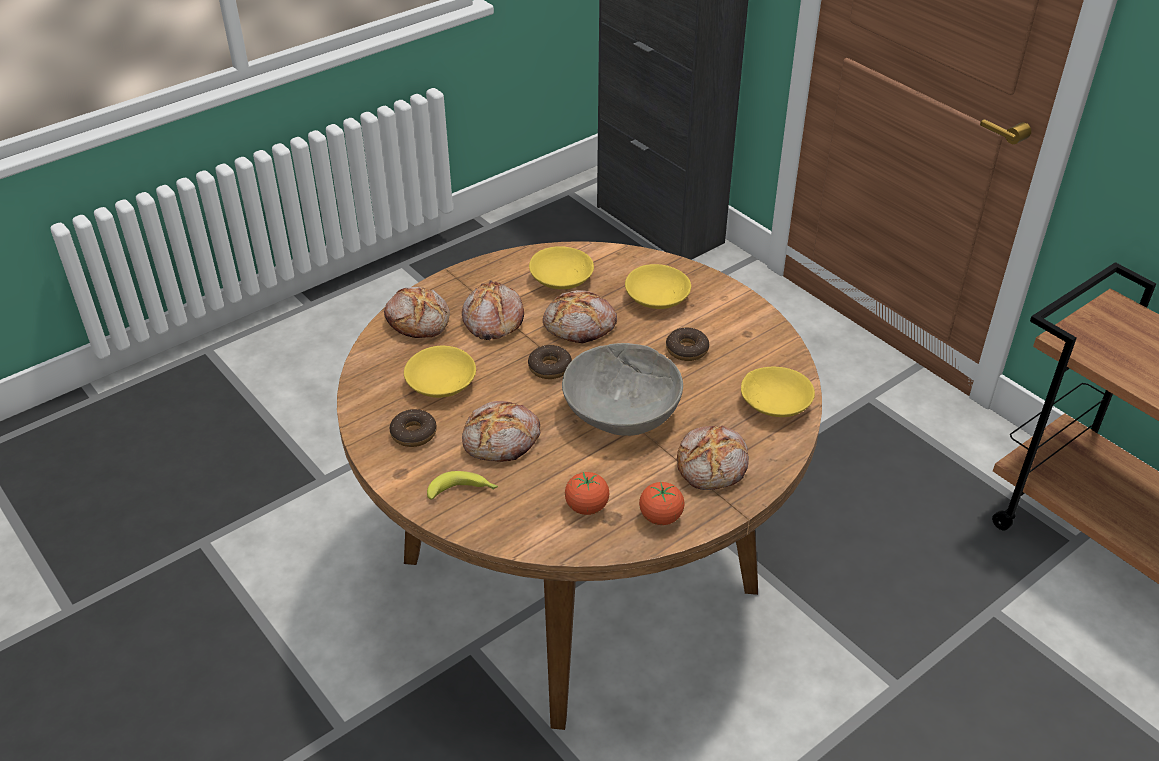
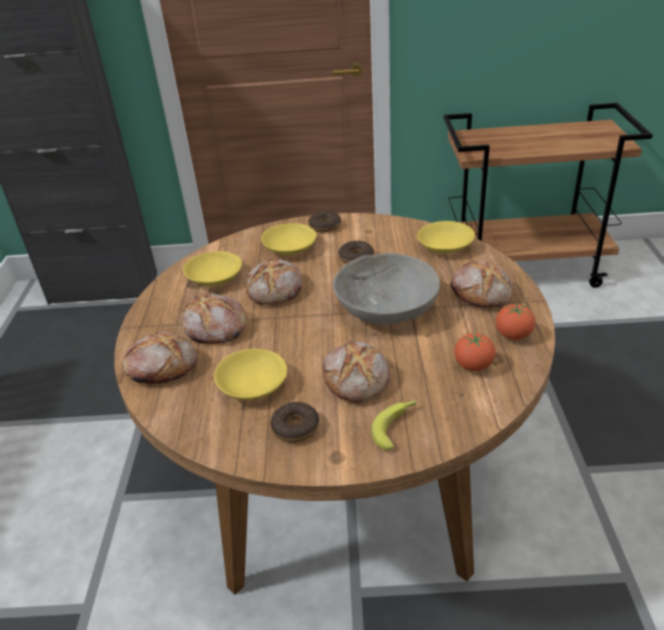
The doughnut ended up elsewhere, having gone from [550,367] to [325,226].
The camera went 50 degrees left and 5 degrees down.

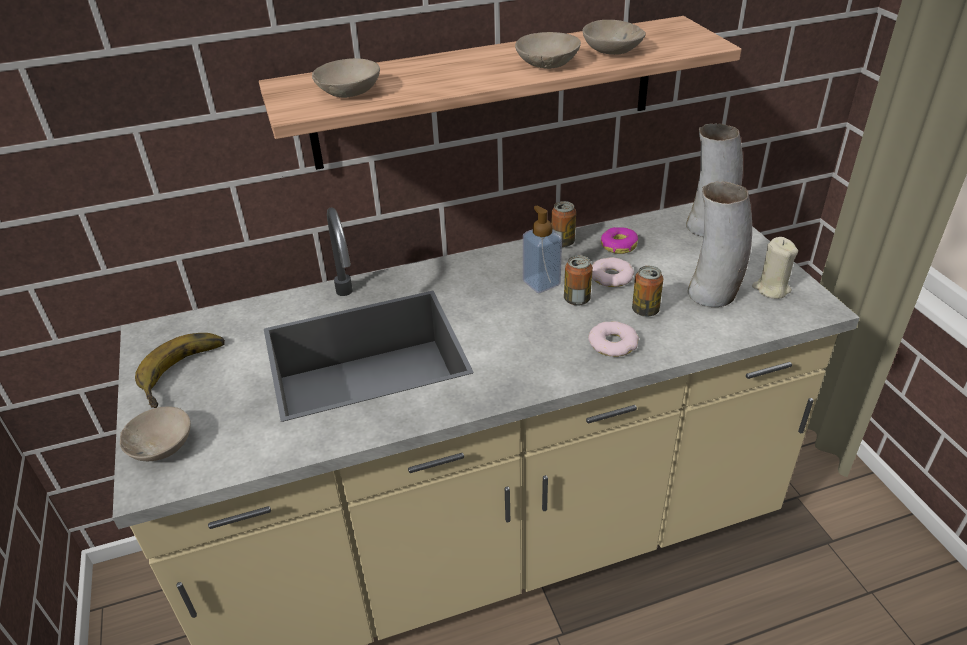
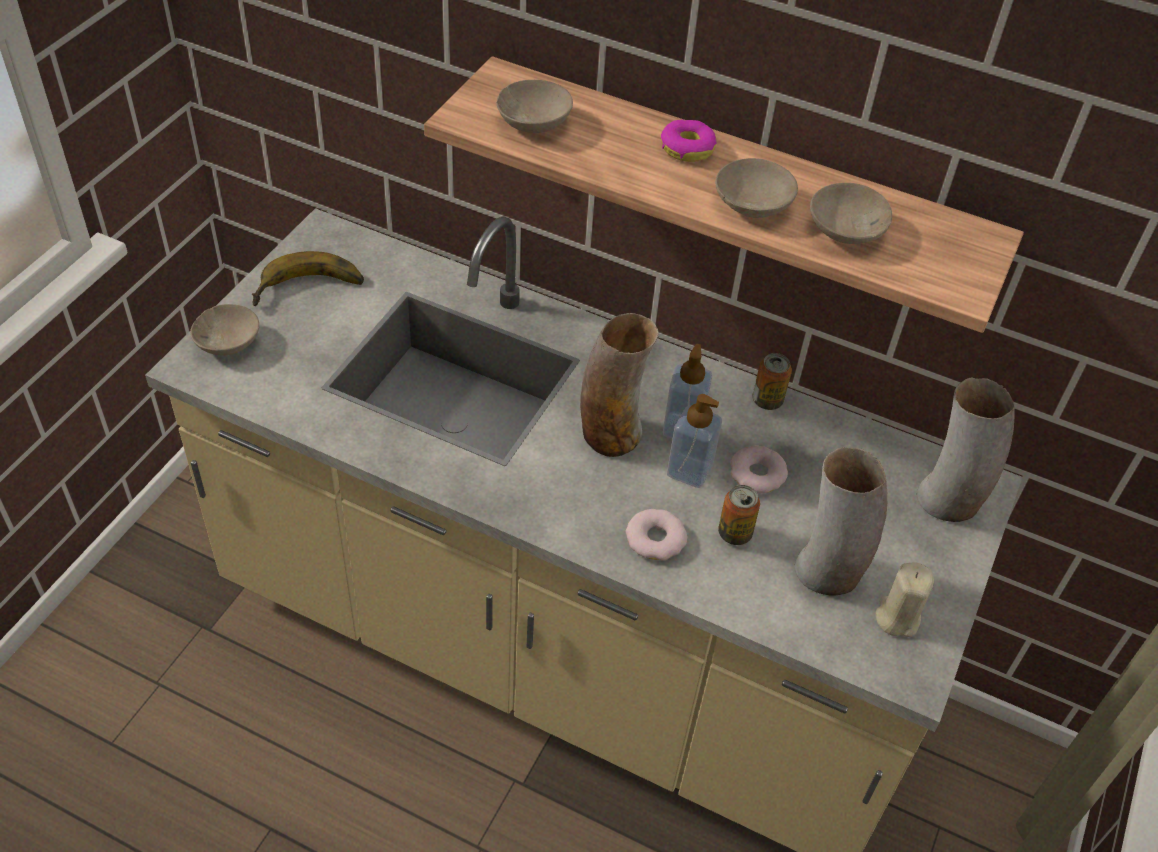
The second view gained the vase at [610,433].
The doughnut ended up elsewhere, having gone from [618,245] to [687,148].
Where the can stood at [577,299], the soap bottle came to stand at [689,470].
The camera went 40 degrees right and 10 degrees up.

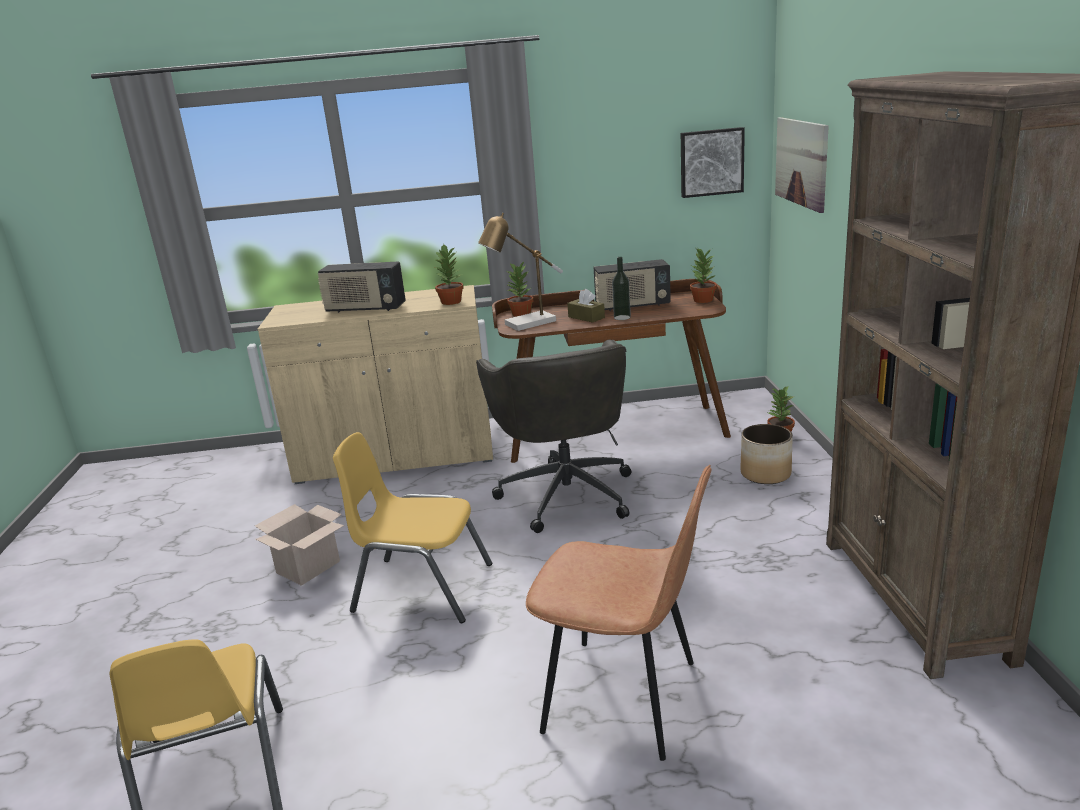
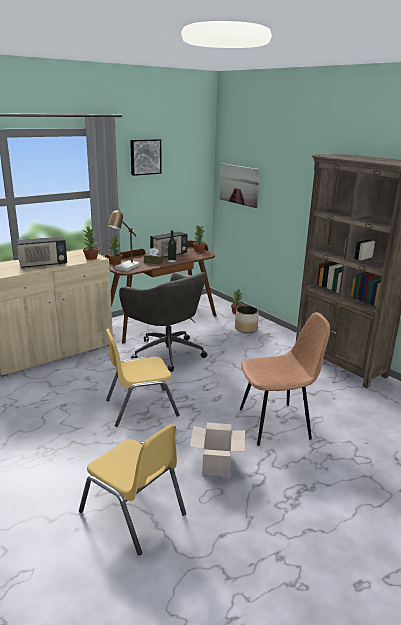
The wall art ended up elsewhere, having gone from [711,162] to [145,157].
The packing box ended up elsewhere, having gone from [307,568] to [217,465].
The camera went 35 degrees left and 0 degrees up.

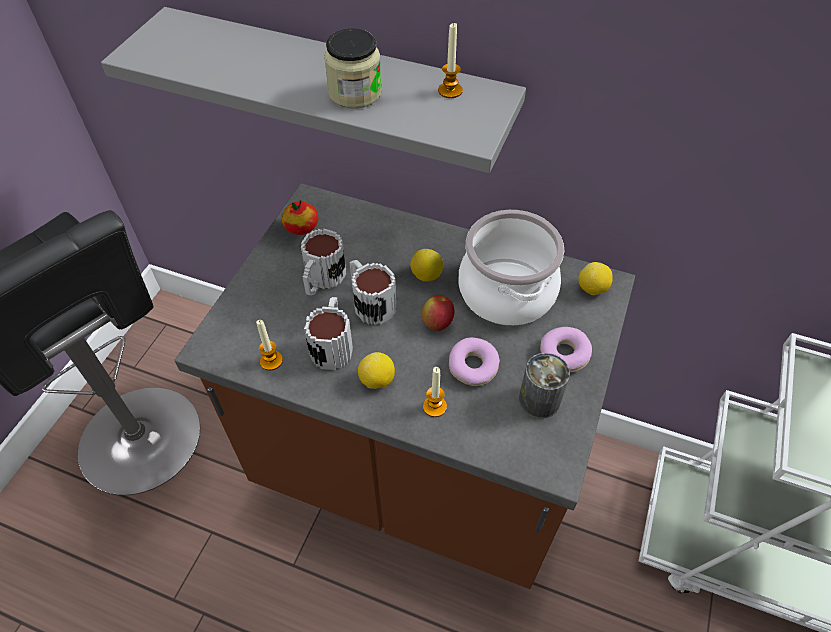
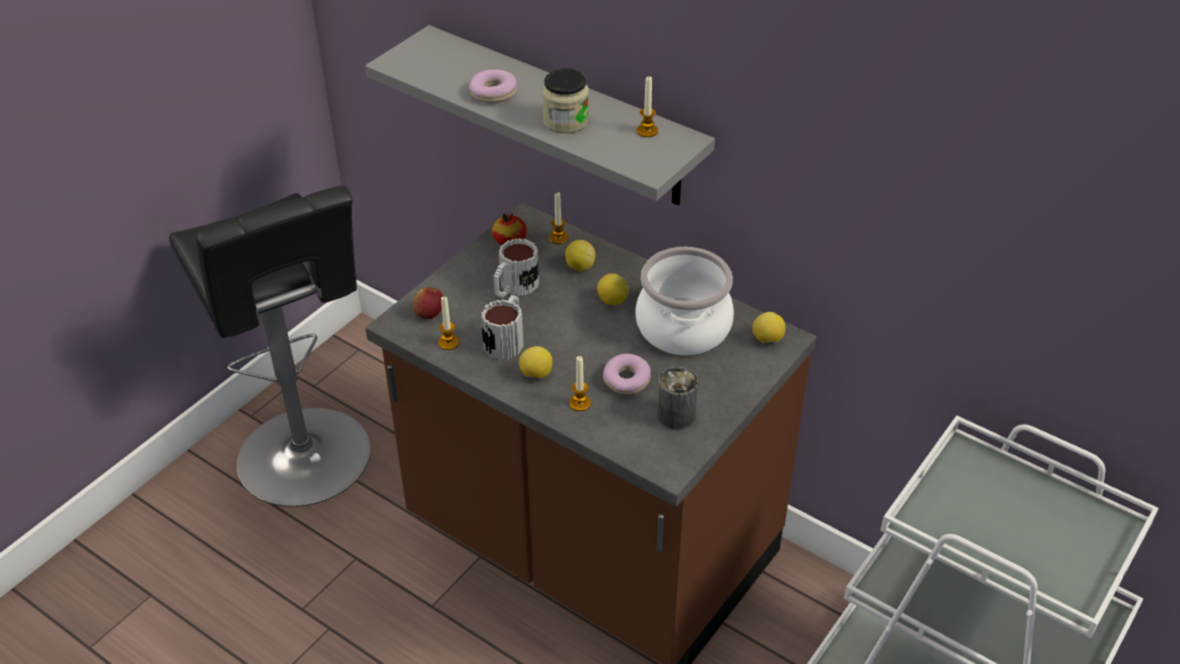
The apple fruit ended up elsewhere, having gone from [437,323] to [429,314].
The doughnut ended up elsewhere, having gone from [563,354] to [493,93].
The second view gained the candle at [558,238].
The second view gained the citrus fruit at [580,266].
The second view lost the coffee mug at [370,302].
The camera went 15 degrees right and 10 degrees down.

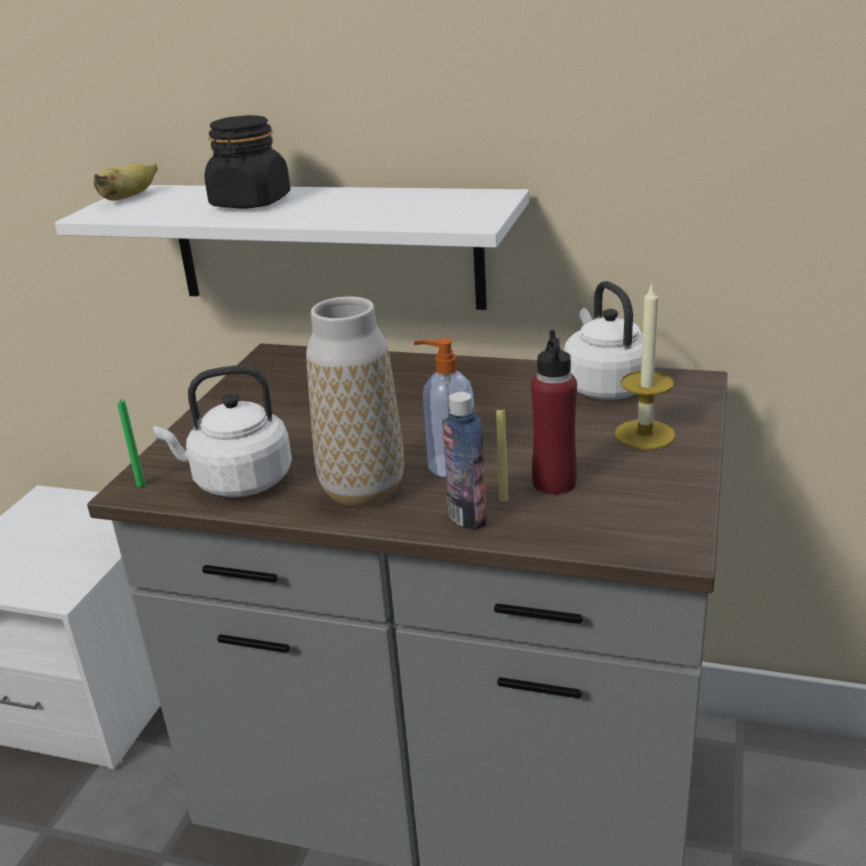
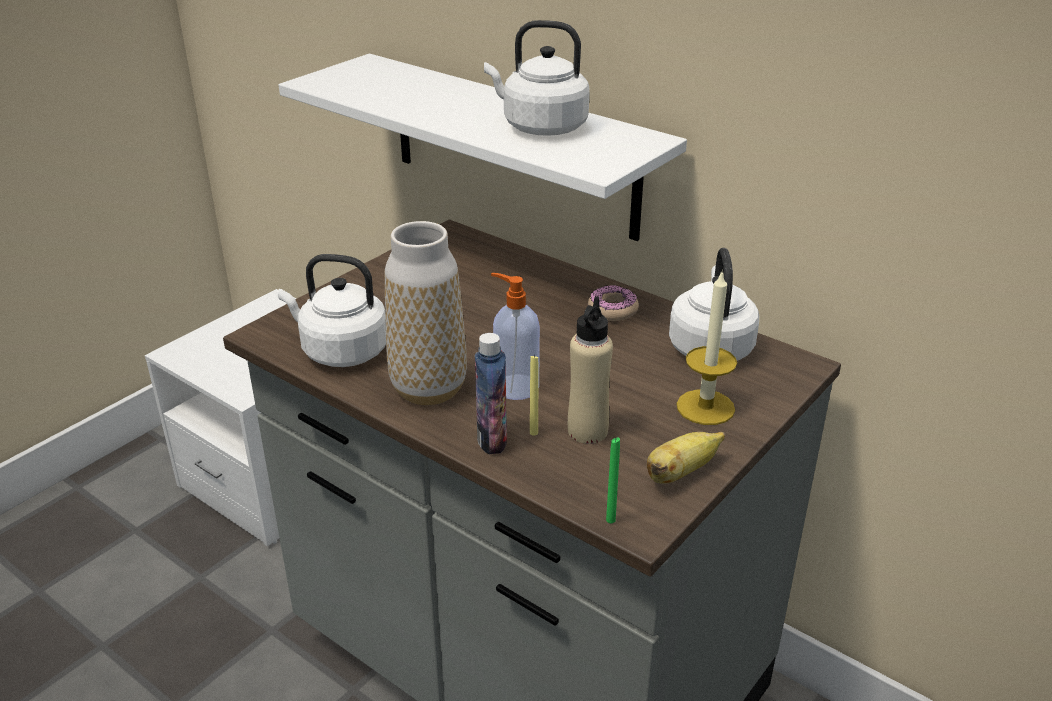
The second view gained the whitish water kettle at [540,127].
What was the reddish drink bottle at [554,483] turned into the beige-coloured drink bottle at [587,431].
The second view gained the doughnut at [612,310].
The green candle ended up elsewhere, having gone from [141,484] to [610,520].
The whole banana ended up elsewhere, having gone from [128,198] to [681,473].
The second view lost the blackish preserve jar at [250,203].
The camera went 20 degrees right and 5 degrees up.

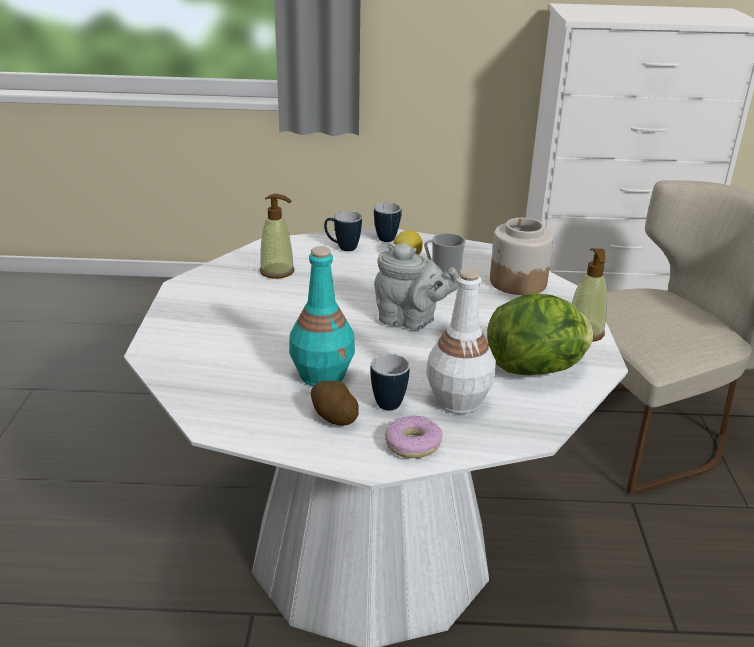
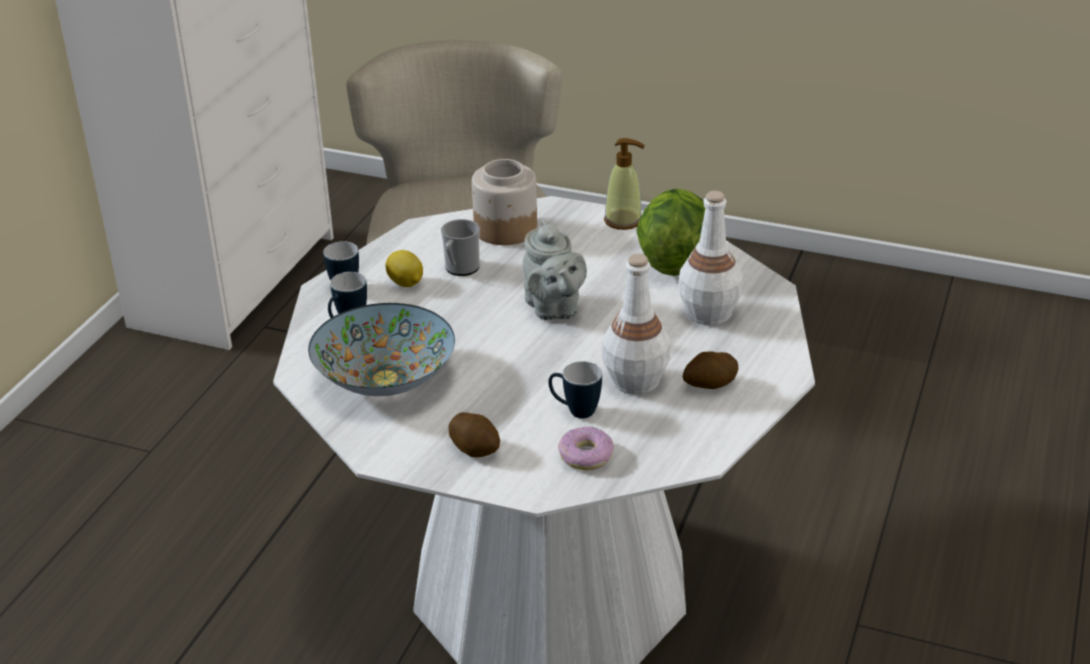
Where the soap bottle stood at [277,271], the serving bowl came to stand at [384,379].
The second view gained the spud at [475,448].
The grey pot for tea at [411,321] ended up facing another way, 120 degrees clockwise from before.
The coffee mug ended up elsewhere, having gone from [388,400] to [575,411].
The doughnut ended up elsewhere, having gone from [412,444] to [585,456].
What was the blue-green drink bottle at [323,374] turned into the whitish drink bottle at [634,380].
The camera went 70 degrees left and 5 degrees up.

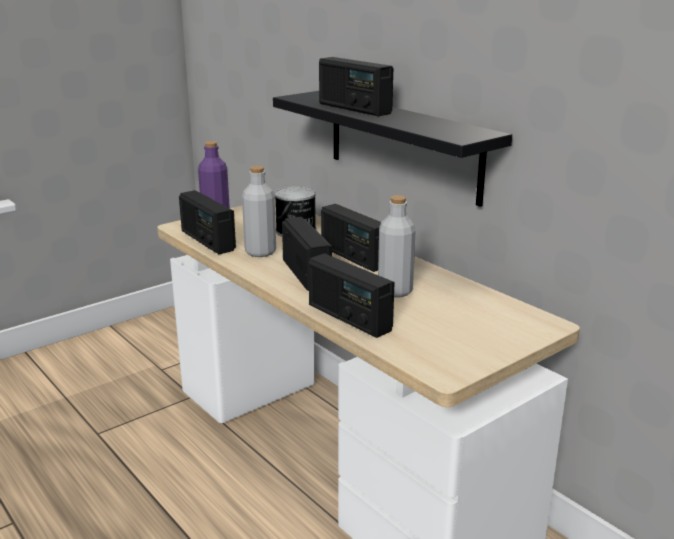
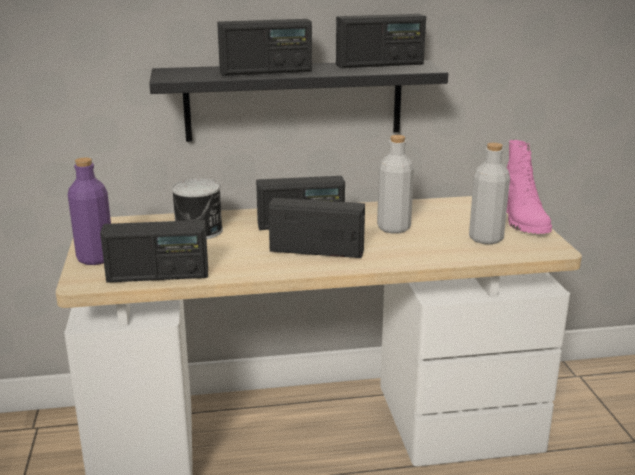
The radio set ended up elsewhere, having gone from [349,318] to [379,64].
The grey drink bottle ended up elsewhere, having gone from [260,252] to [485,238].
The second view gained the pink-coloured boot at [521,222].
The camera went 60 degrees left and 0 degrees up.

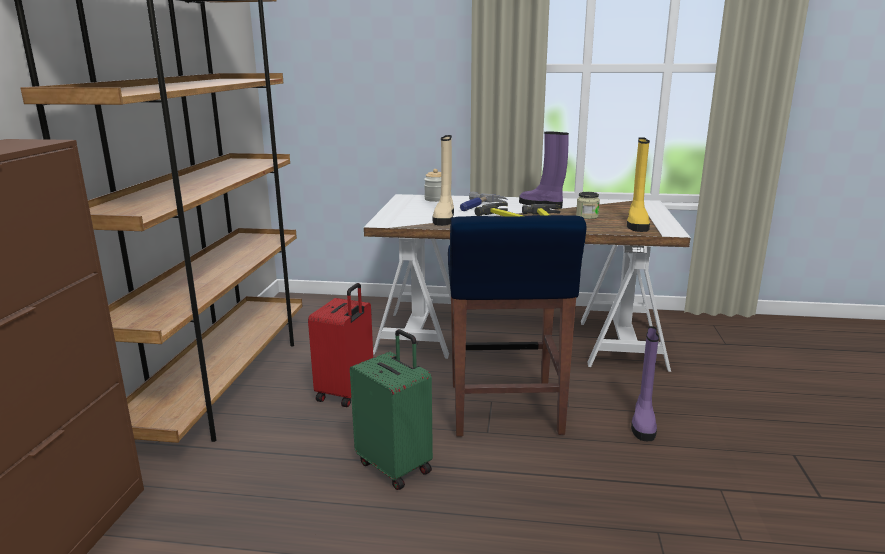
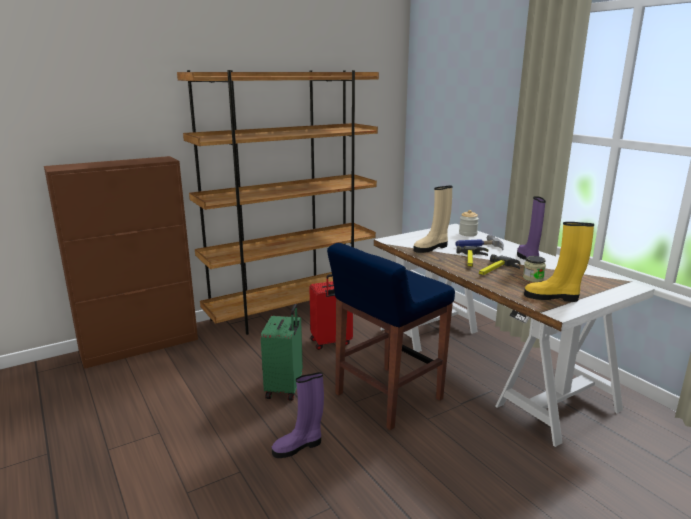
The purple boot ended up elsewhere, having gone from [643,423] to [298,446].
The yellow-coloured boot at [636,224] ended up facing another way, 45 degrees clockwise from before.
The camera went 50 degrees right and 0 degrees up.

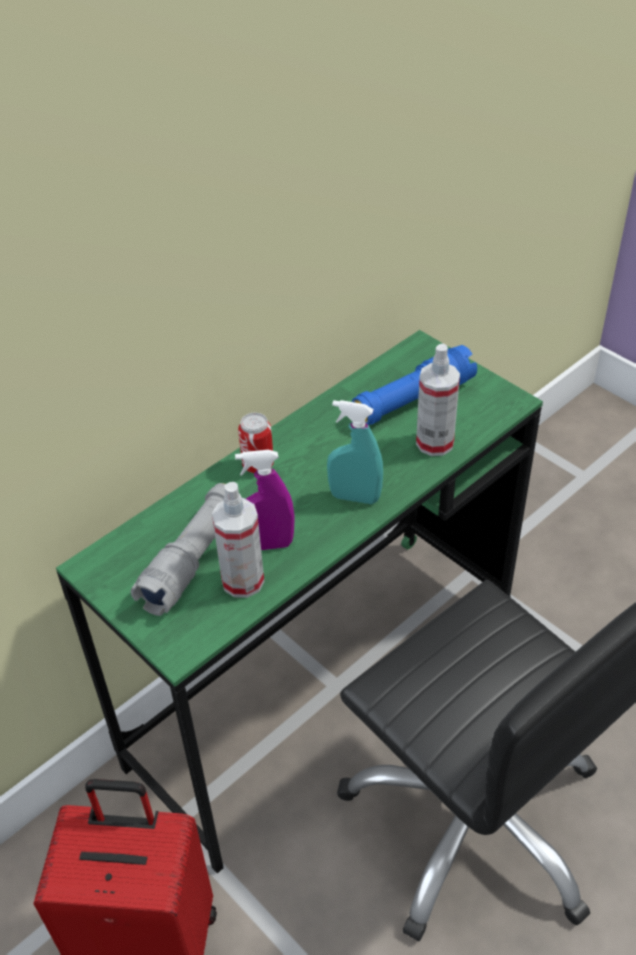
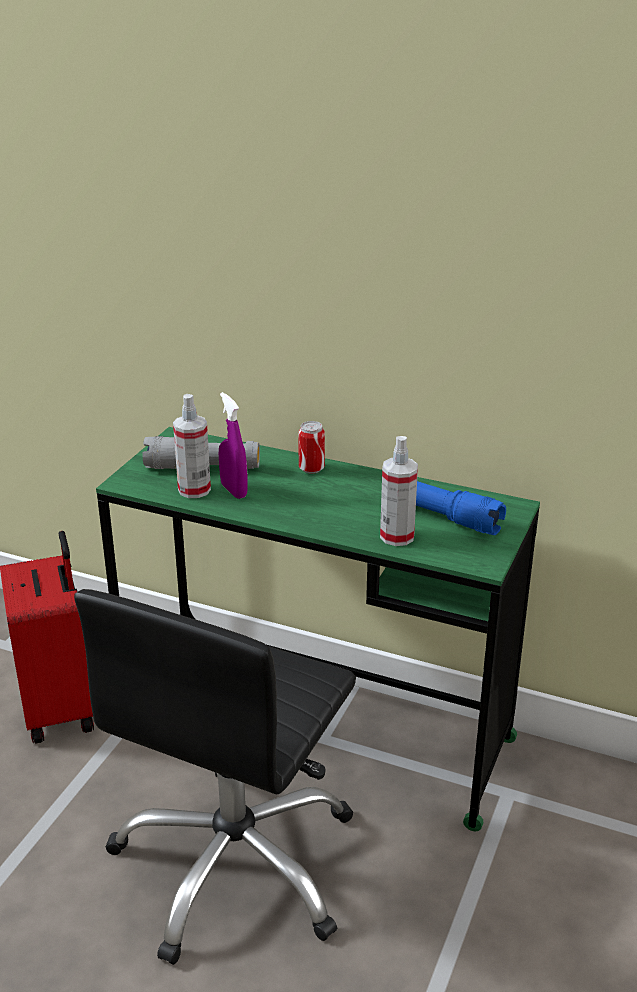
The second view lost the blue-green sprayer at [355,497].
The camera went 65 degrees right and 15 degrees down.

